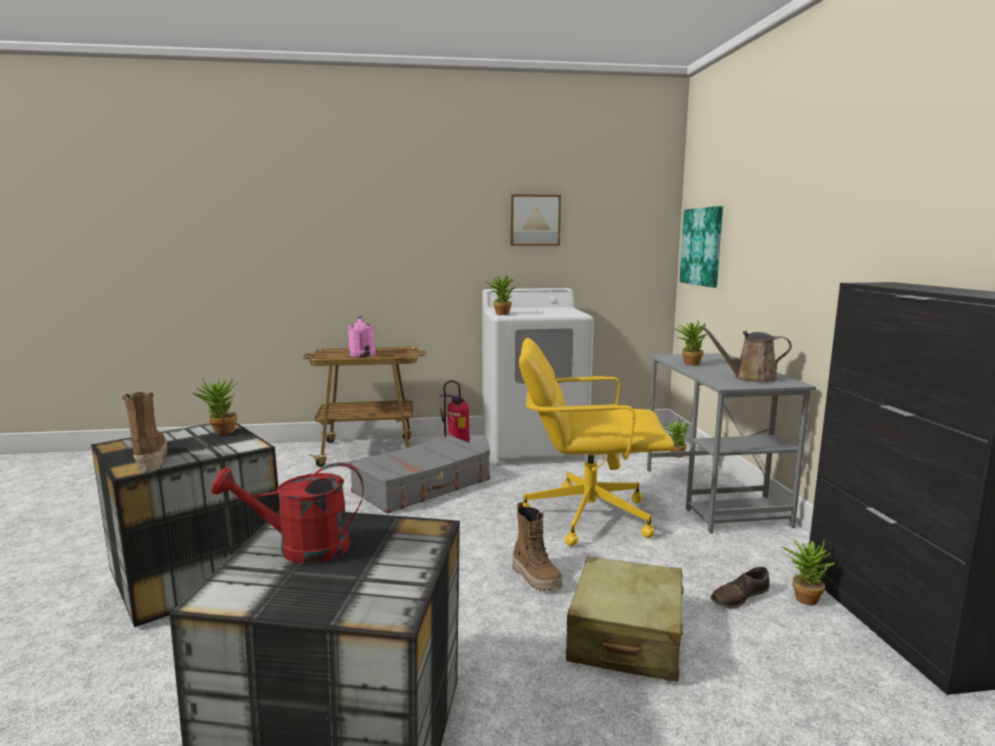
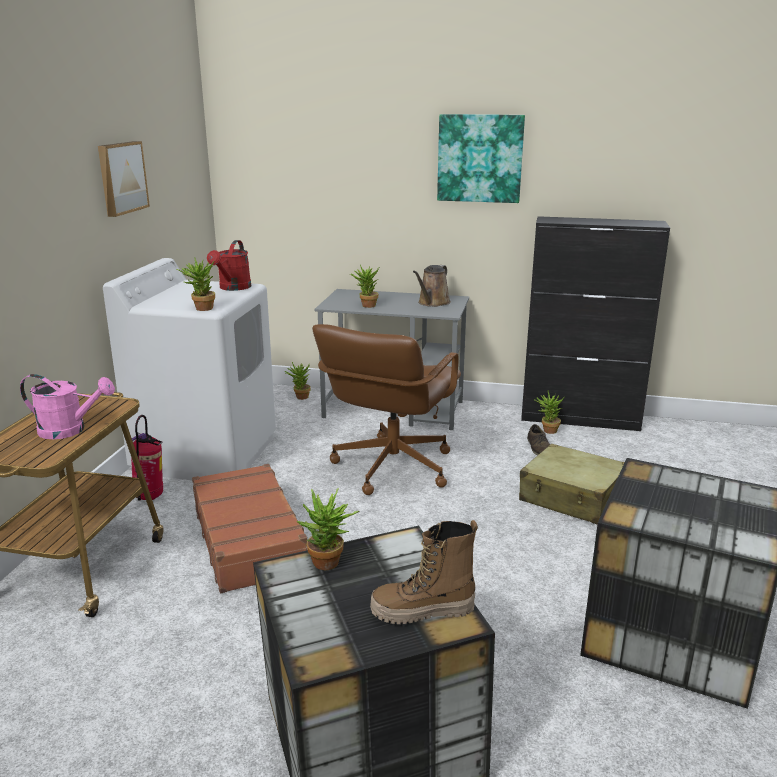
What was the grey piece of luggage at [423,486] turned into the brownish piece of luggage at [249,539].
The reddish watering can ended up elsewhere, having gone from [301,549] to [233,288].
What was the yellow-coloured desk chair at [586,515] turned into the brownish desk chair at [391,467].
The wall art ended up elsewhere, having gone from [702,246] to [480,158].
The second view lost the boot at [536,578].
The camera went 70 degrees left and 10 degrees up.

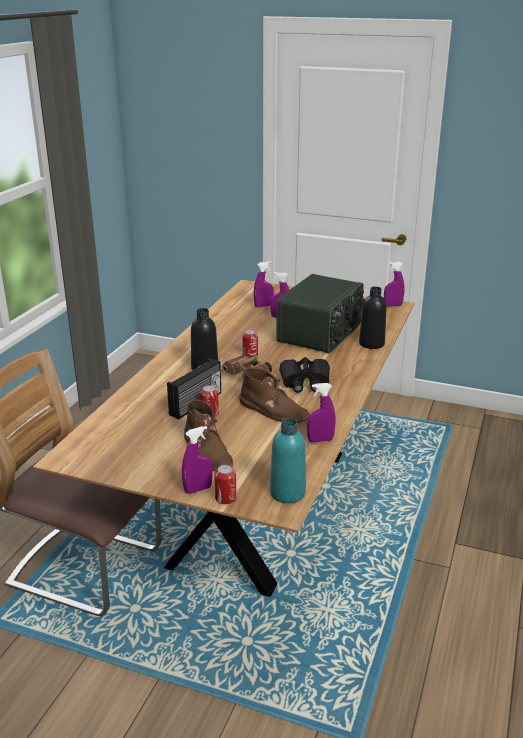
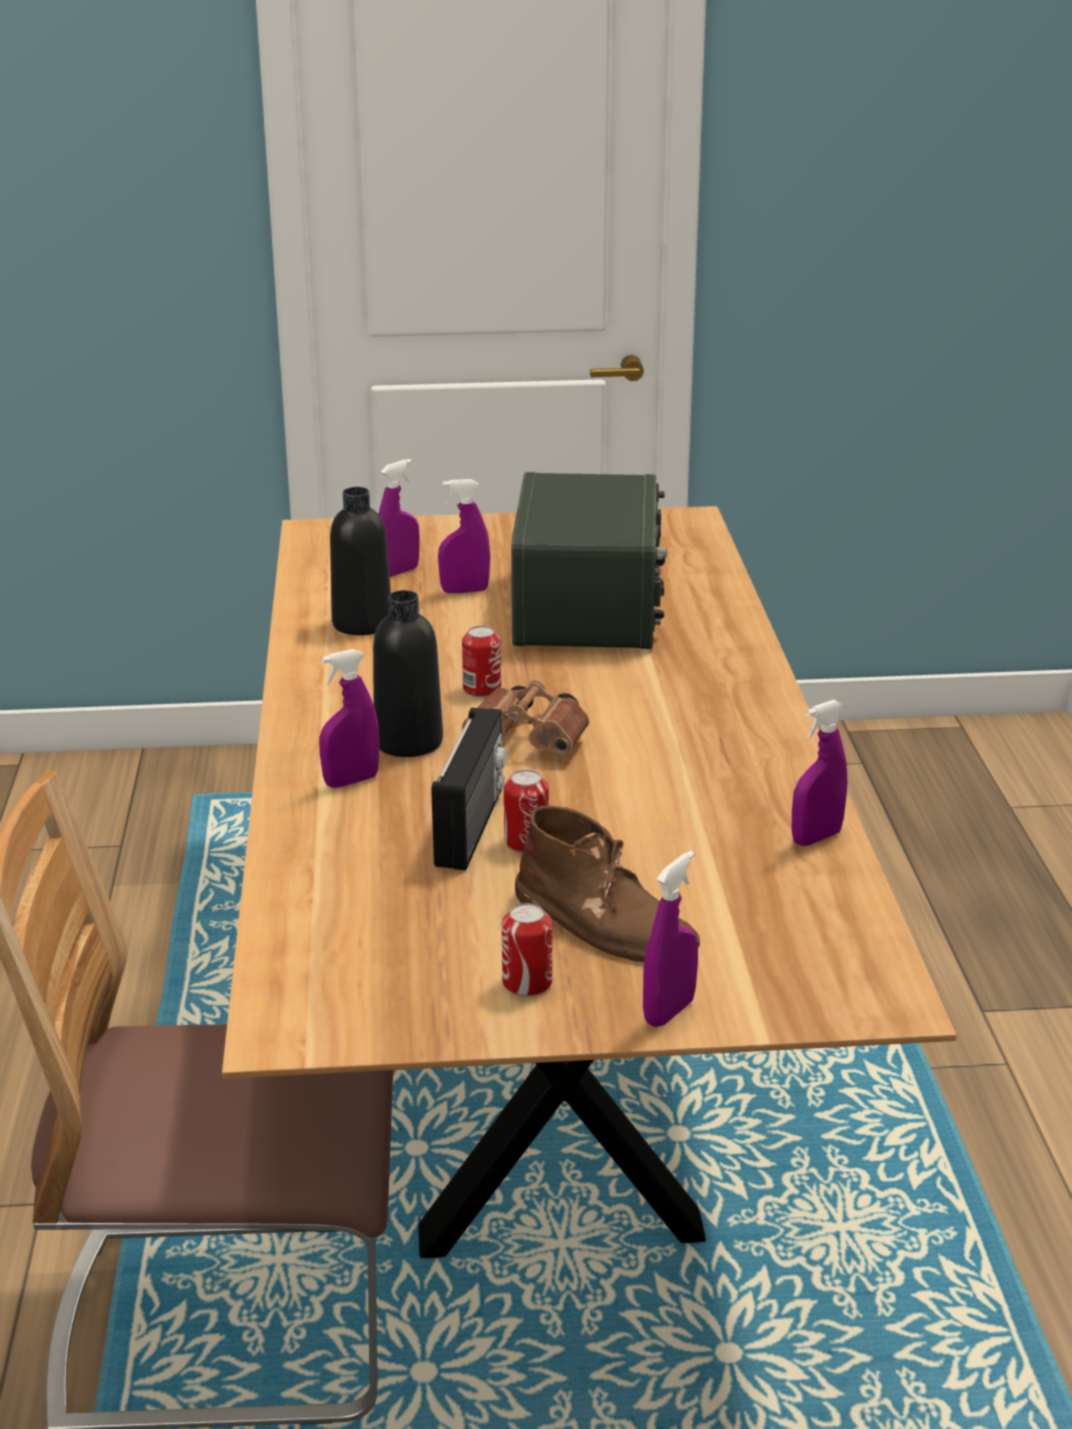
The purple sprayer ended up elsewhere, having gone from [392,305] to [351,781].
The blackish drink bottle ended up elsewhere, having gone from [371,344] to [362,624].
The can ended up elsewhere, having gone from [225,498] to [527,983].
The second view lost the brownish boot at [273,411].
The second view lost the blue-green drink bottle at [287,493].
The second view lost the blackish field glasses at [305,382].
The camera went 25 degrees left and 0 degrees up.

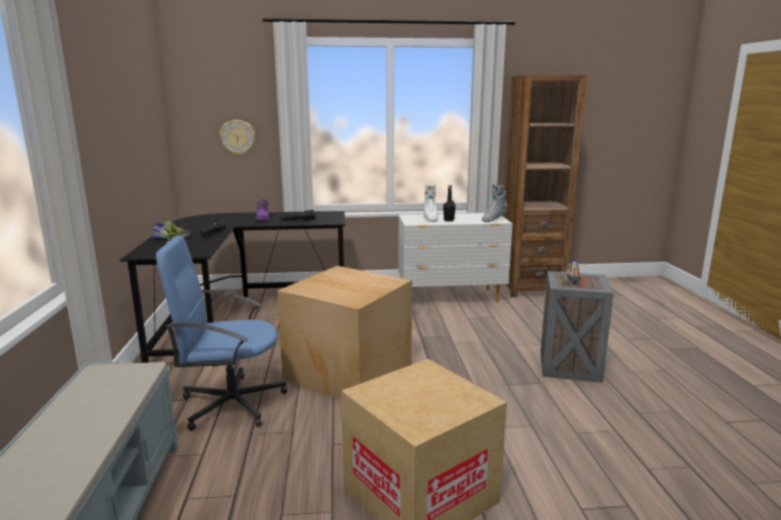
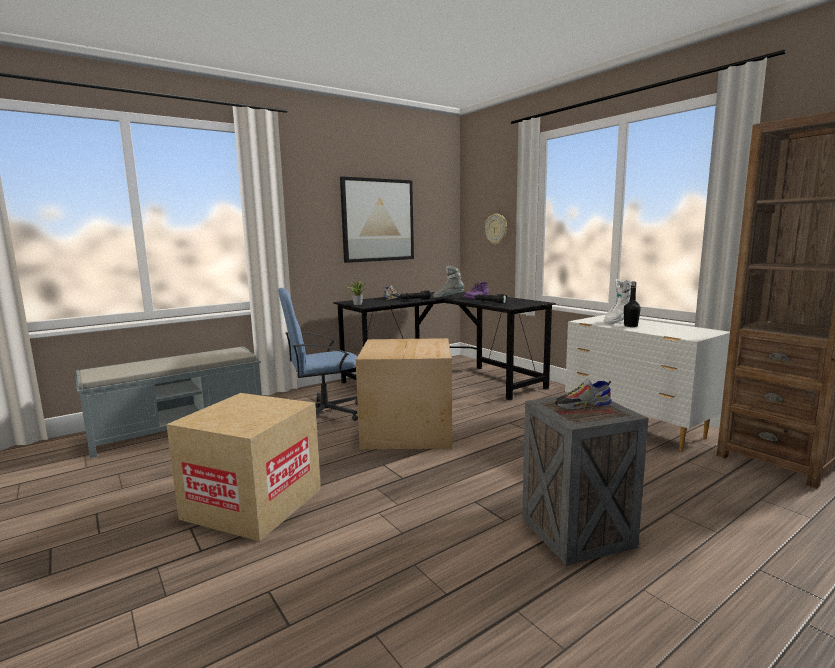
The blue-coloured desk chair at [231,403] ended up facing another way, 75 degrees counterclockwise from before.
The second view gained the wall art at [378,220].
The grey boot ended up elsewhere, having gone from [493,219] to [448,297].
The camera went 60 degrees right and 5 degrees down.

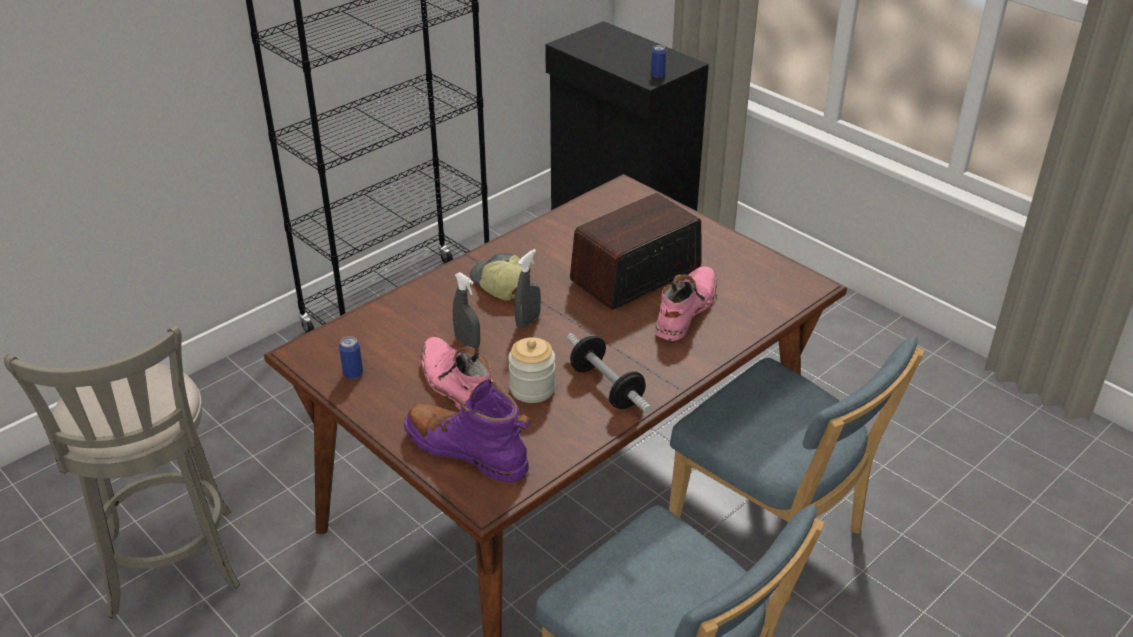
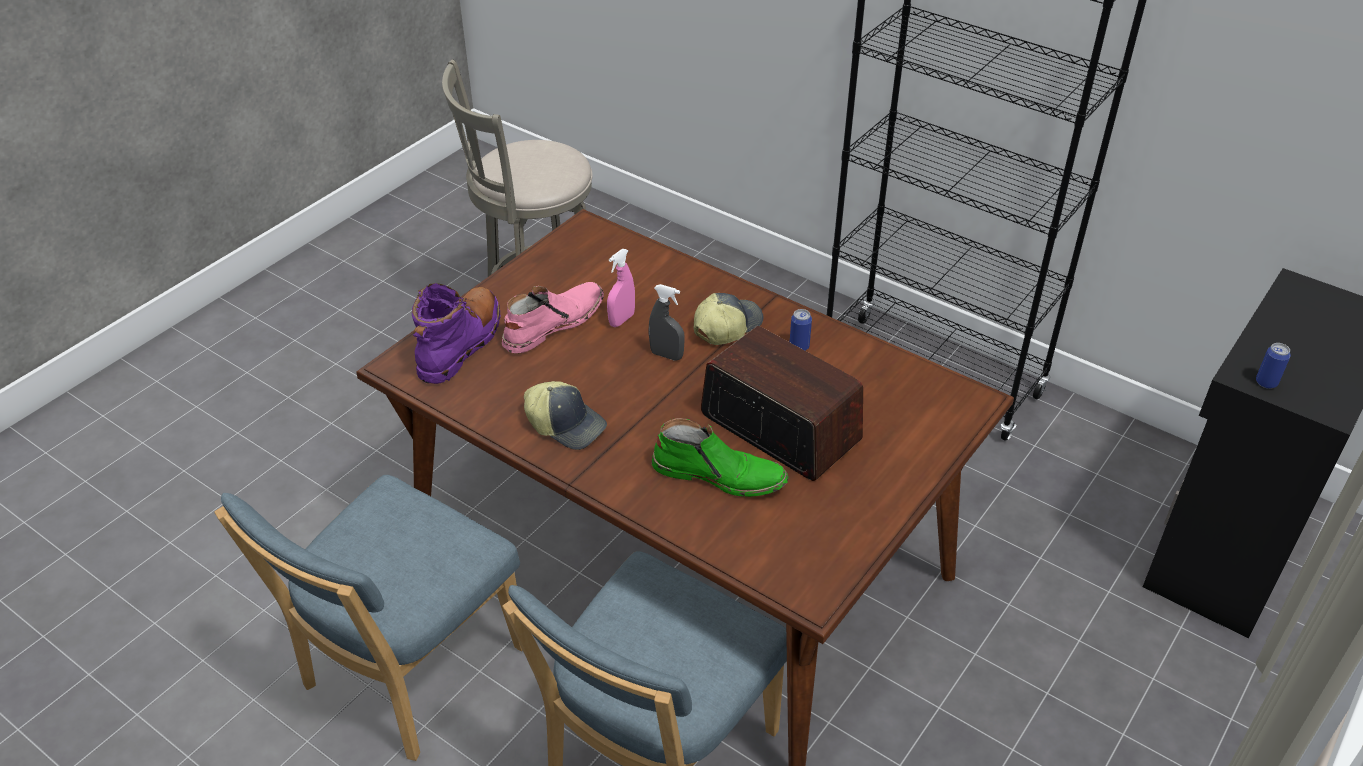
Where the free weight stood at [606,387], the cap came to stand at [566,424].
What was the grey sprayer at [467,342] turned into the pink-coloured sprayer at [621,320].
What was the pink-coloured boot at [684,310] turned into the green boot at [719,474].
The can ended up elsewhere, having gone from [353,373] to [799,346].
The second view lost the preserve jar at [532,389].
The camera went 80 degrees right and 5 degrees up.

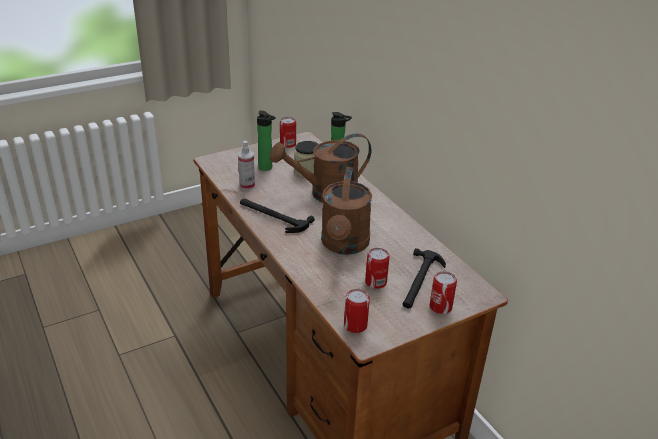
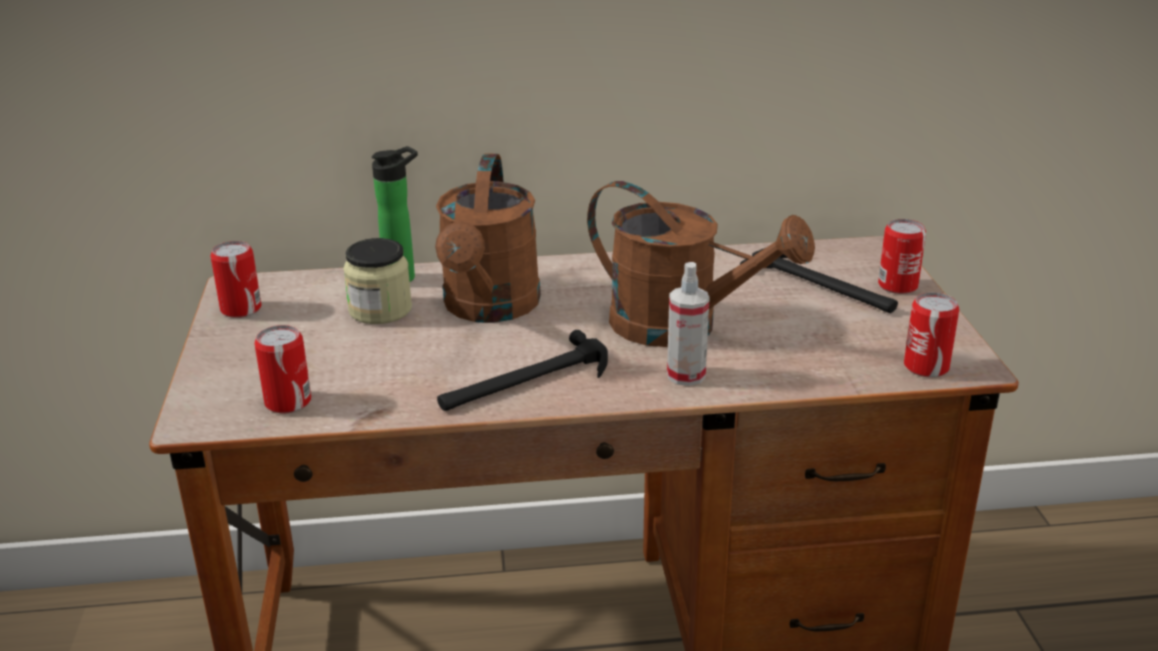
The can ended up elsewhere, having gone from [375,282] to [288,402].
The sprayer ended up elsewhere, having gone from [247,186] to [686,375].
The second view lost the drink bottle at [267,168].
The camera went 65 degrees left and 5 degrees down.

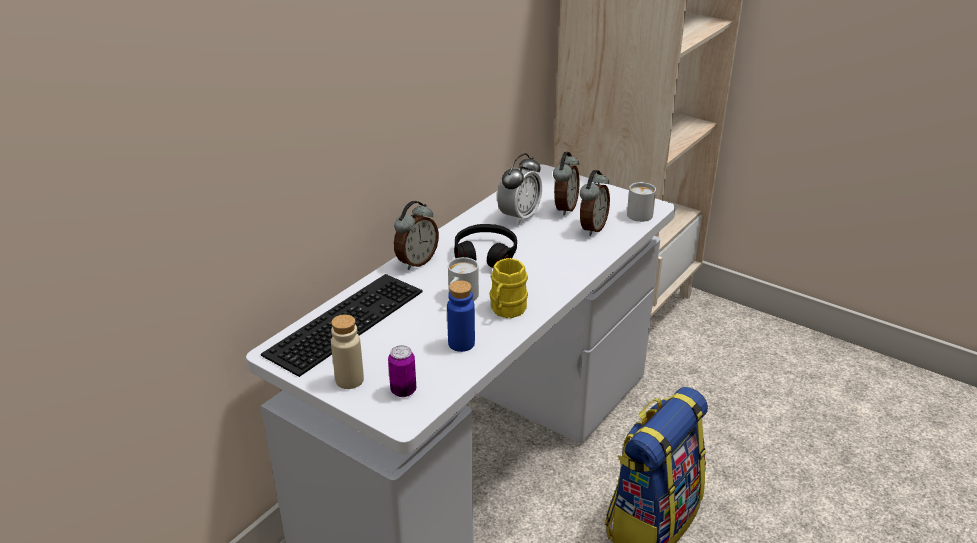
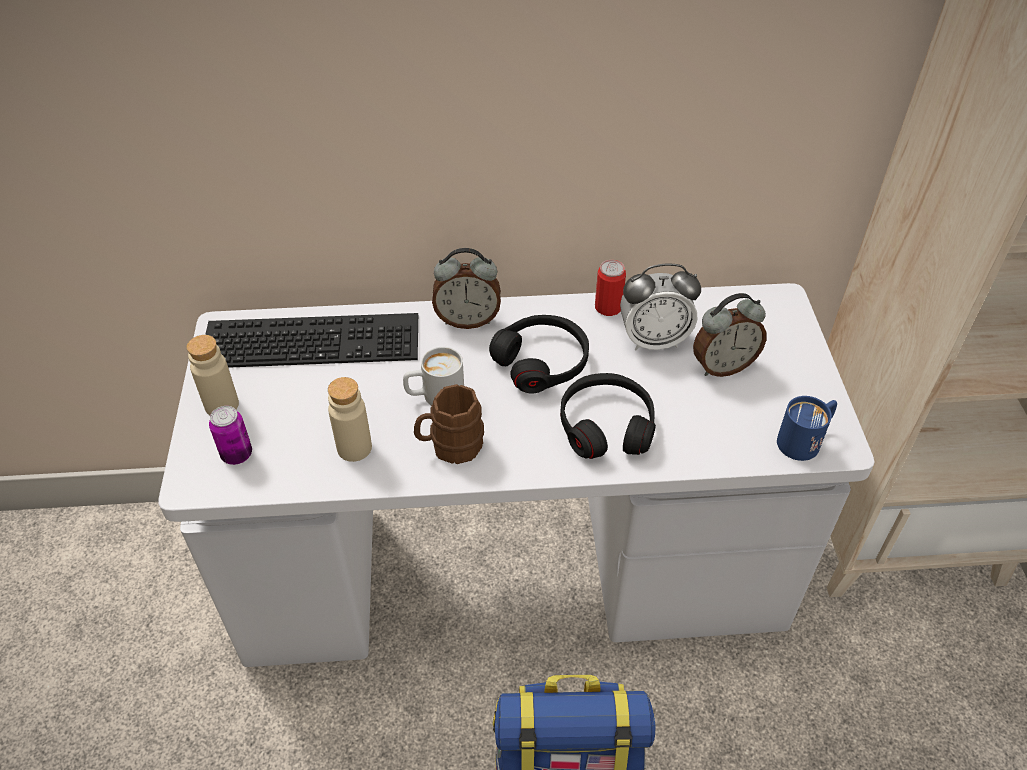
What was the blue-coloured drink bottle at [461,343] turned into the beige-coloured drink bottle at [354,448].
What was the yellow-coloured coffee mug at [506,310] turned into the brownish coffee mug at [450,446].
The second view gained the blackish pair of headphones at [606,425].
The second view gained the can at [608,307].
What was the whitish coffee mug at [639,212] turned into the blue-coloured coffee mug at [805,440].
The second view lost the table clock at [592,228].
The camera went 50 degrees right and 15 degrees up.

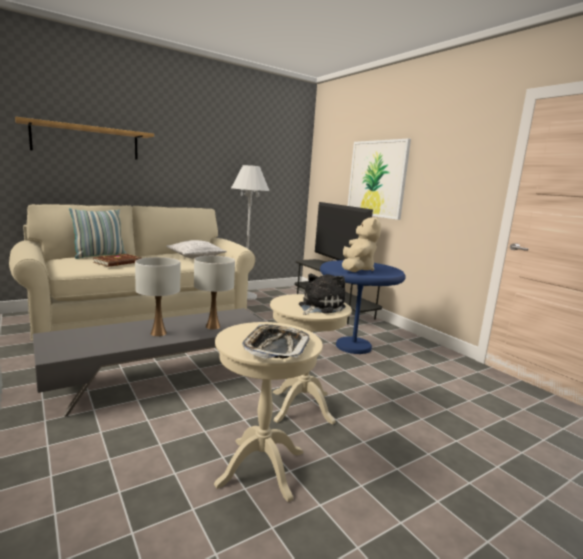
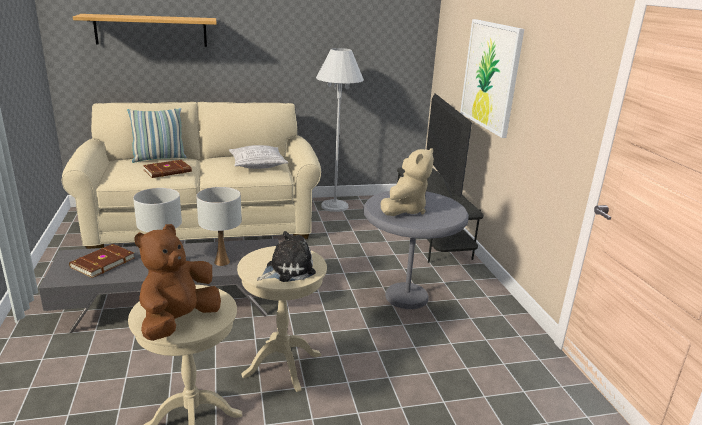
The second view gained the brownish volume at [102,262].
Where the serving tray stood at [276,347], the brownish cuddly toy came to stand at [178,322].
What was the blue-coloured side table at [353,346] turned into the grey side table at [406,297].
The camera went 20 degrees right and 10 degrees up.

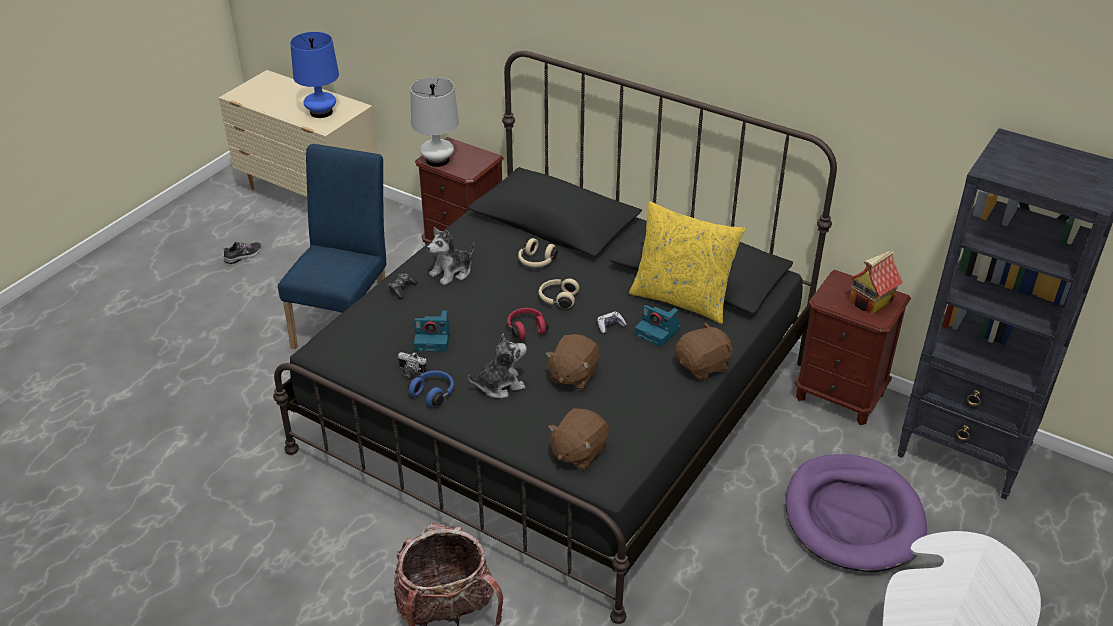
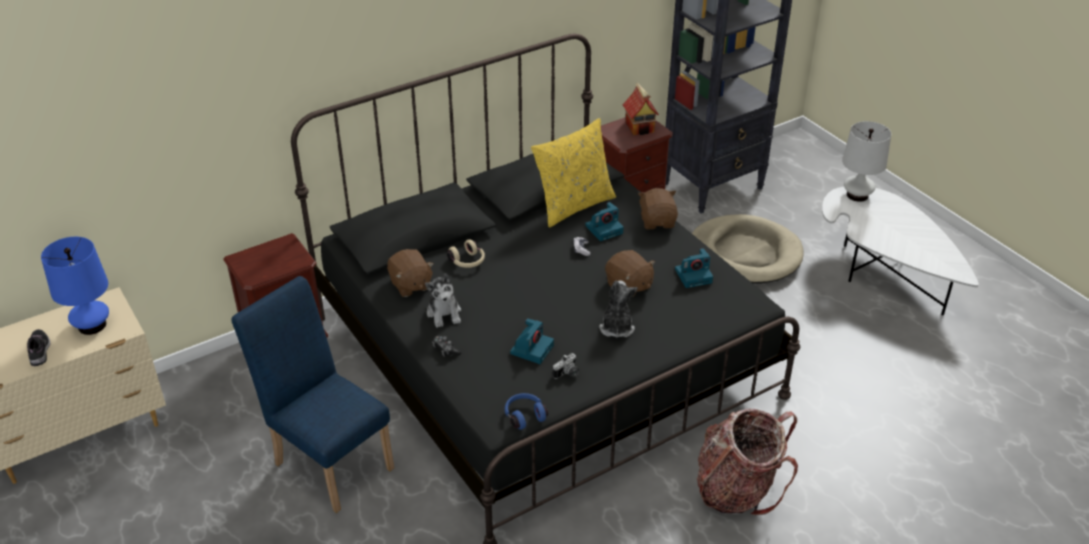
The item of footwear ended up elsewhere, having gone from [243,256] to [39,350].
The brownish cuddly toy ended up elsewhere, having gone from [578,452] to [410,285].
The blue-coloured pair of headphones ended up elsewhere, having gone from [433,393] to [524,415].
The second view gained the still camera at [694,275].
What was the purple pet bed at [853,517] turned into the beige-coloured pet bed at [745,254].
The whitish tabletop lamp ended up elsewhere, having gone from [437,160] to [857,195].
The second view lost the reddish pair of headphones at [526,328].
The second view lost the beige-coloured pair of headphones at [557,299].
The camera went 65 degrees left and 0 degrees up.

